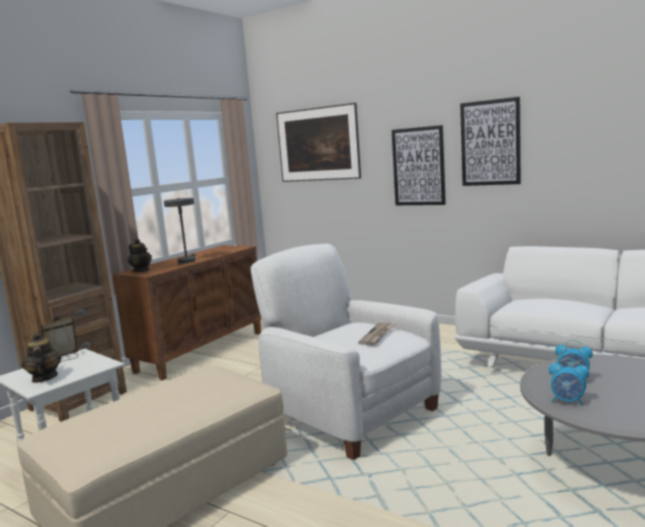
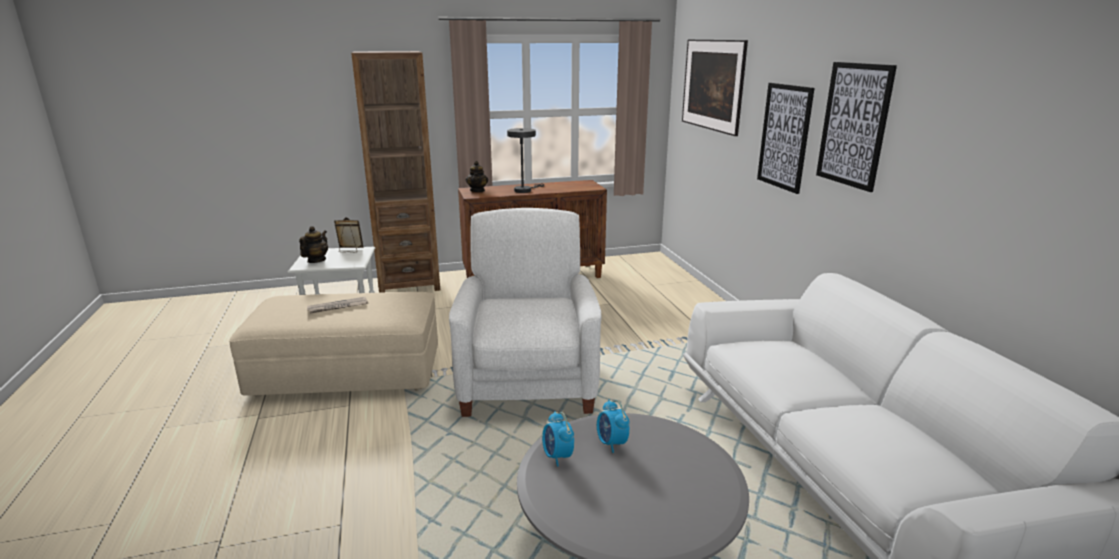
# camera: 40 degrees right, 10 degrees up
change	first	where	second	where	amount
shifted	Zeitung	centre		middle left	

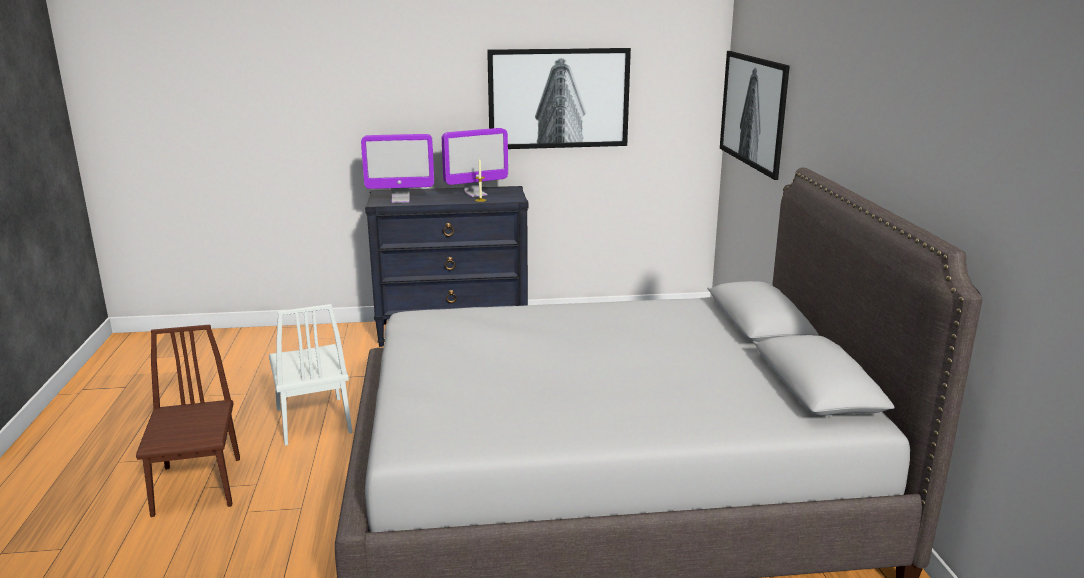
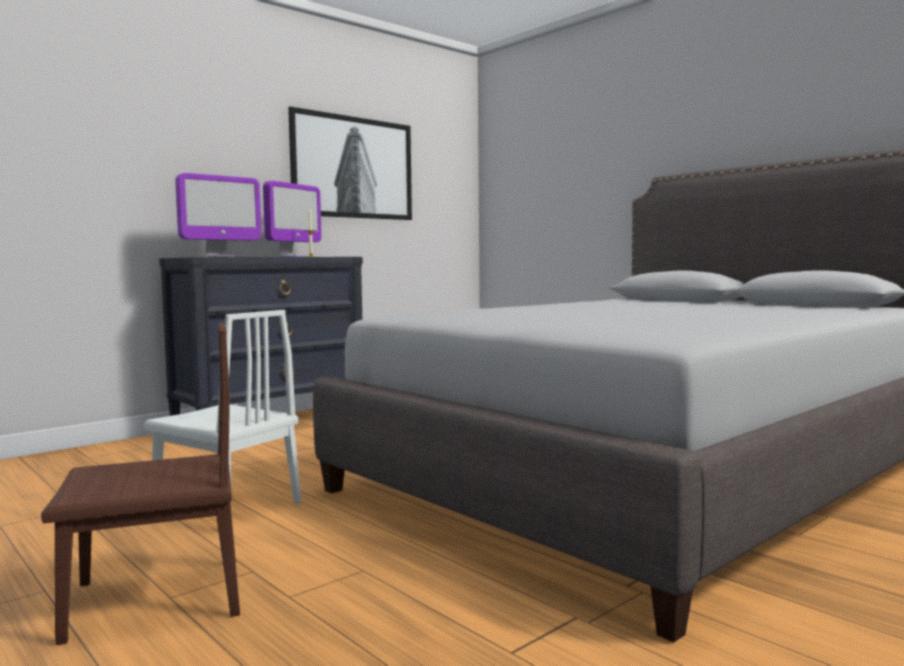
# camera: 35 degrees left, 15 degrees down
change	first	where	second	where	amount
gone	Bild (no. 2 from left)	top right			
rotated	Stuhl [braun]	bottom left		bottom left	120 degrees clockwise

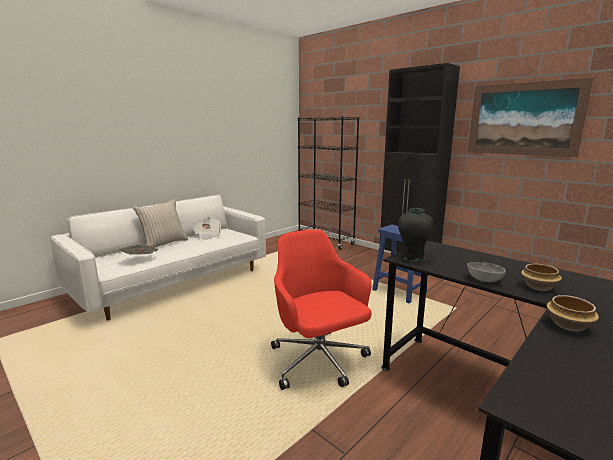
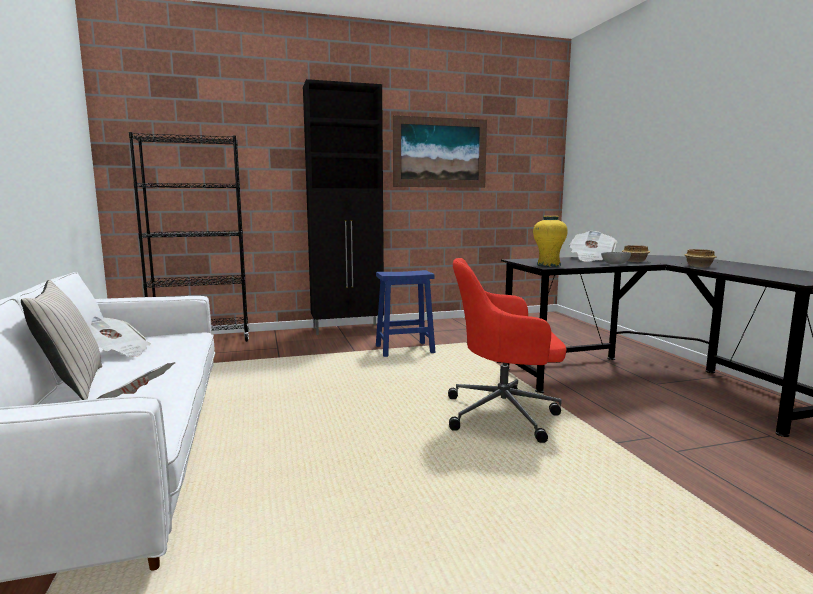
# camera: 60 degrees left, 5 degrees down
change	first	where	second	where	amount
new			Zeitung (no. 3 from left)	middle right	
repainted	Vase [schwarz]	middle right	Vase [gelb]	middle right	

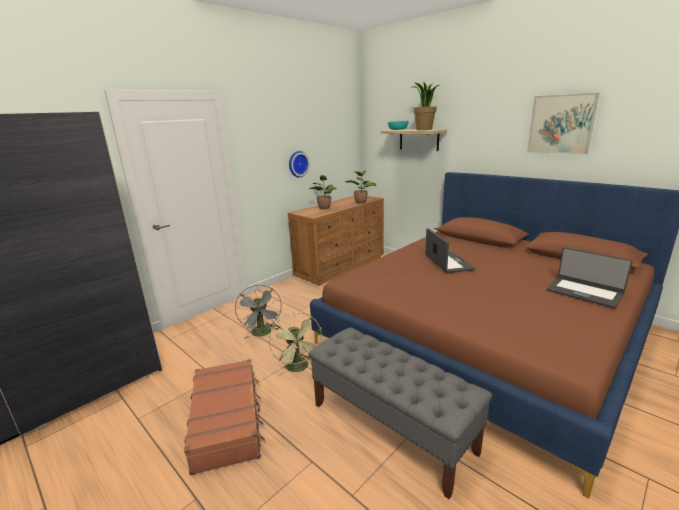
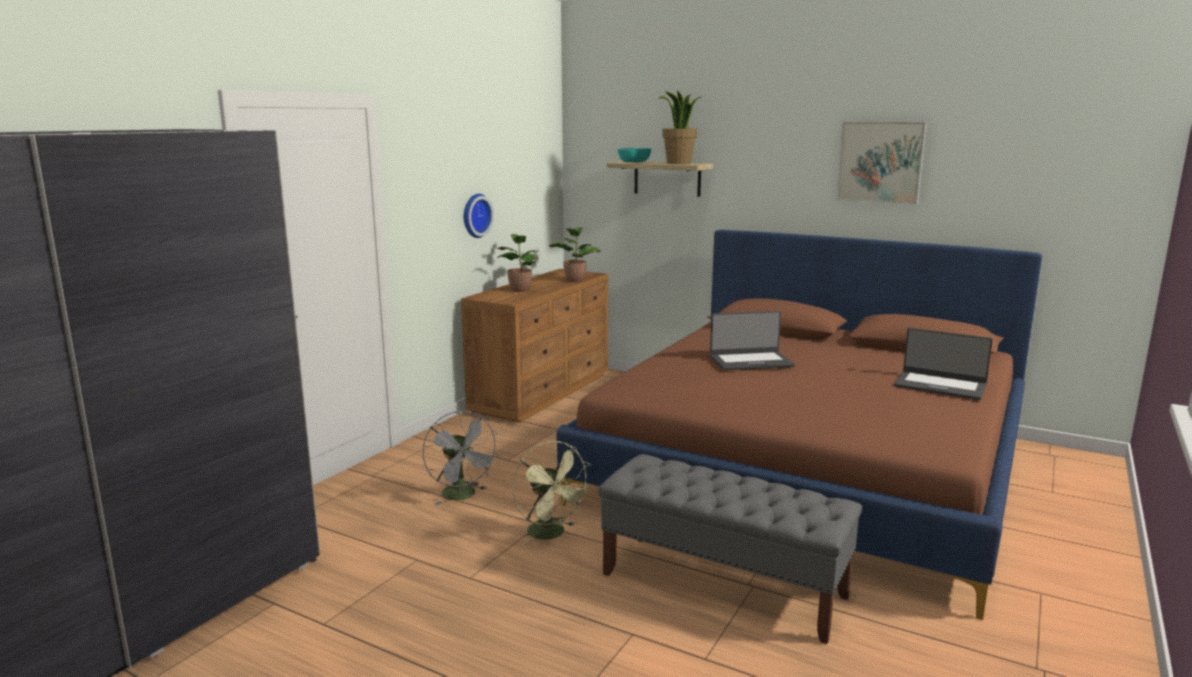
# camera: 15 degrees left, 5 degrees down
change	first	where	second	where	amount
gone	Koffer [braun]	bottom left			
rotated	Laptop (no. 1 from left)	centre		centre	105 degrees clockwise

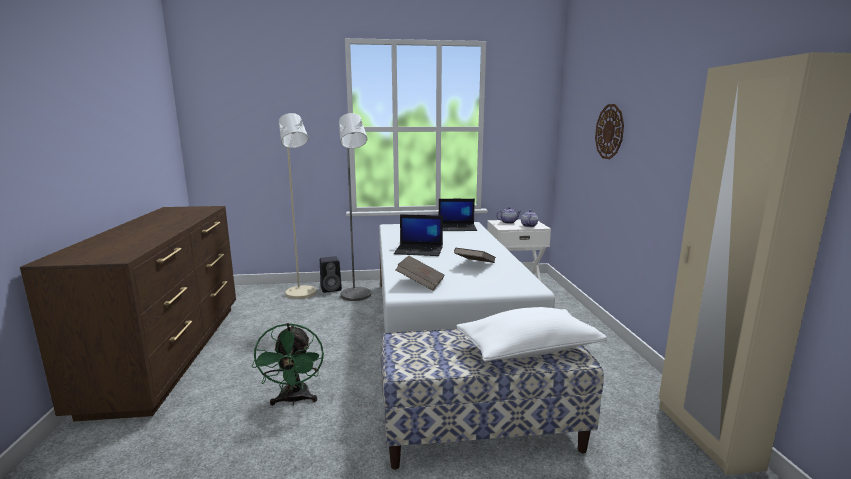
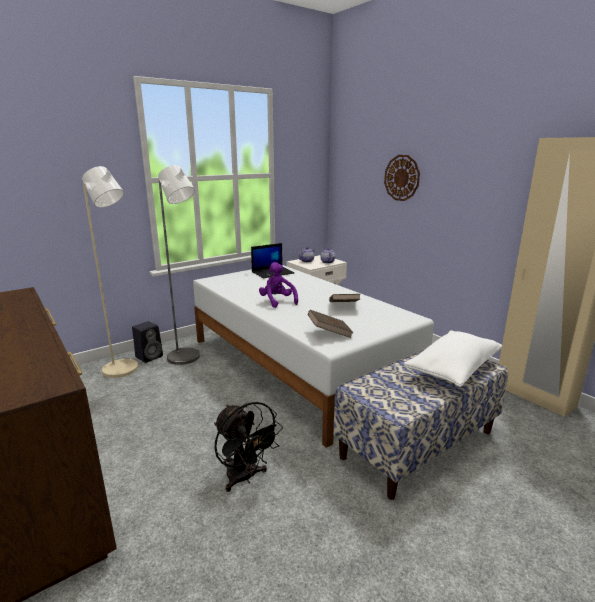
# camera: 30 degrees left, 5 degrees up
change	first	where	second	where	amount
swapped	Laptop (no. 1 from left)	centre	Plüschtier [lila]	centre	
repainted	Ventilator [grün]	bottom centre	Ventilator [schwarz]	bottom centre	

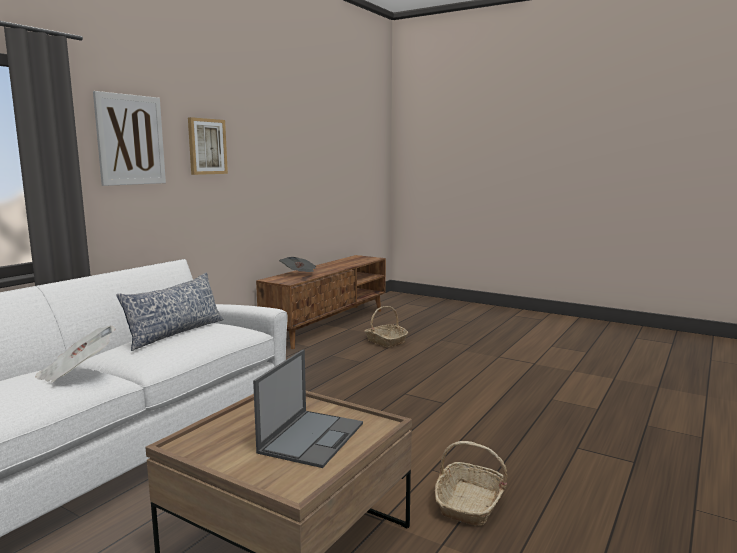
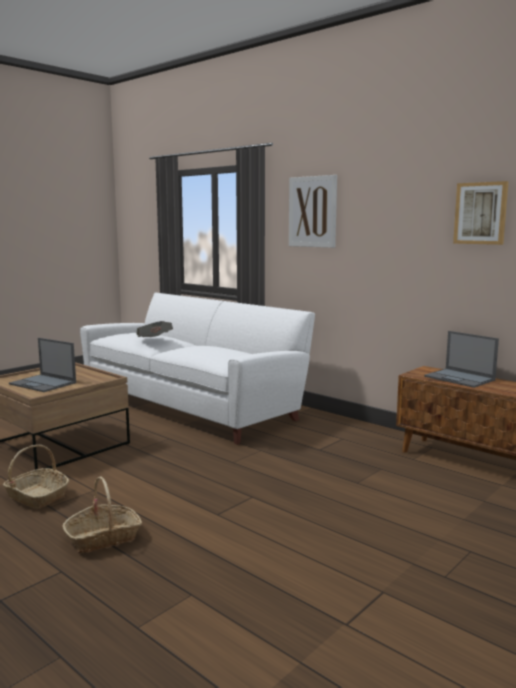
# camera: 100 degrees right, 0 degrees up
change	first	where	second	where	amount
gone	Kissen	middle left			
shifted	Bild (no. 2 from left)	top left		top right	
shifted	Korb (no. 1 from left in the first image)	centre	Korb (no. 2 from left)	bottom left	
swapped	Zeitung (no. 2 from left)	centre	Laptop (no. 2 from left)	middle right	

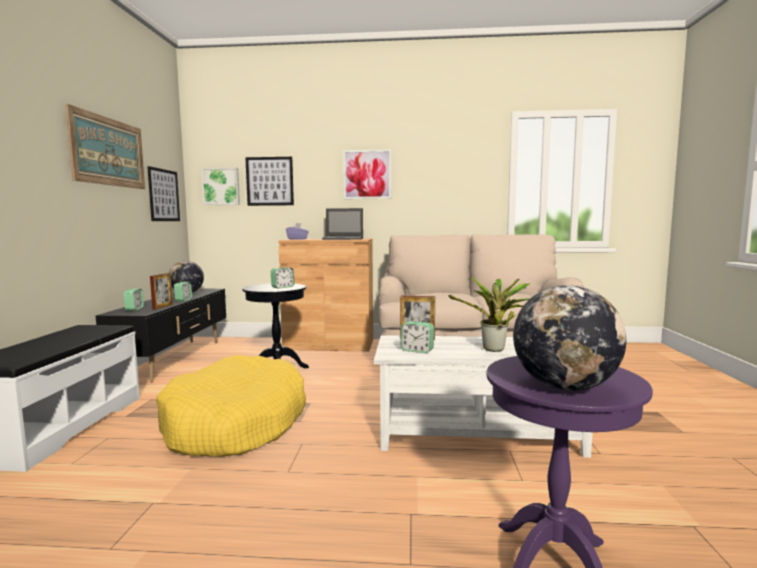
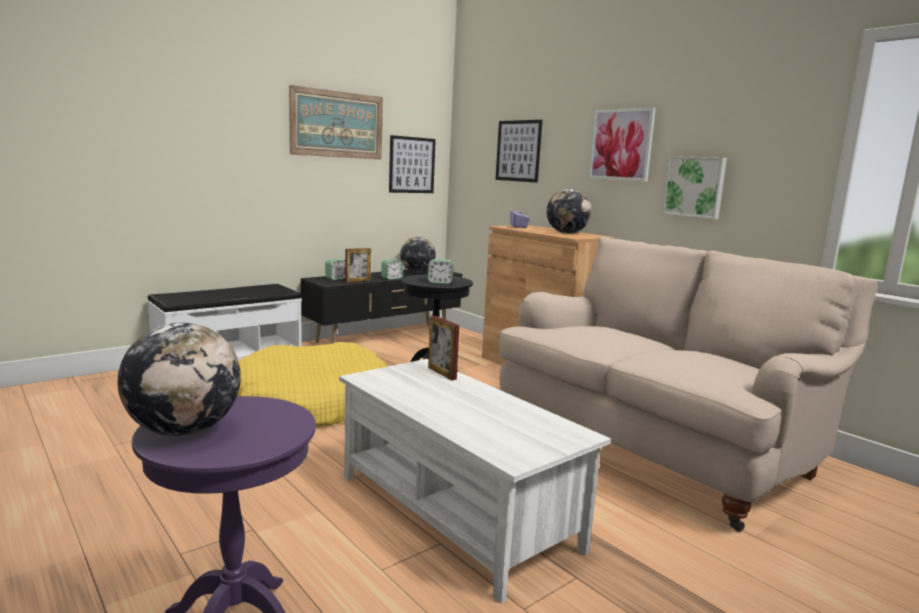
# camera: 45 degrees right, 5 degrees up
change	first	where	second	where	amount
gone	Wecker (no. 4 from left)	centre			
gone	Topfpflanze	centre			
shifted	Bild (no. 3 from left in the first image)	top left	Bild (no. 5 from left)	top right	
swapped	Laptop	centre	Globus (no. 3 from left)	centre	

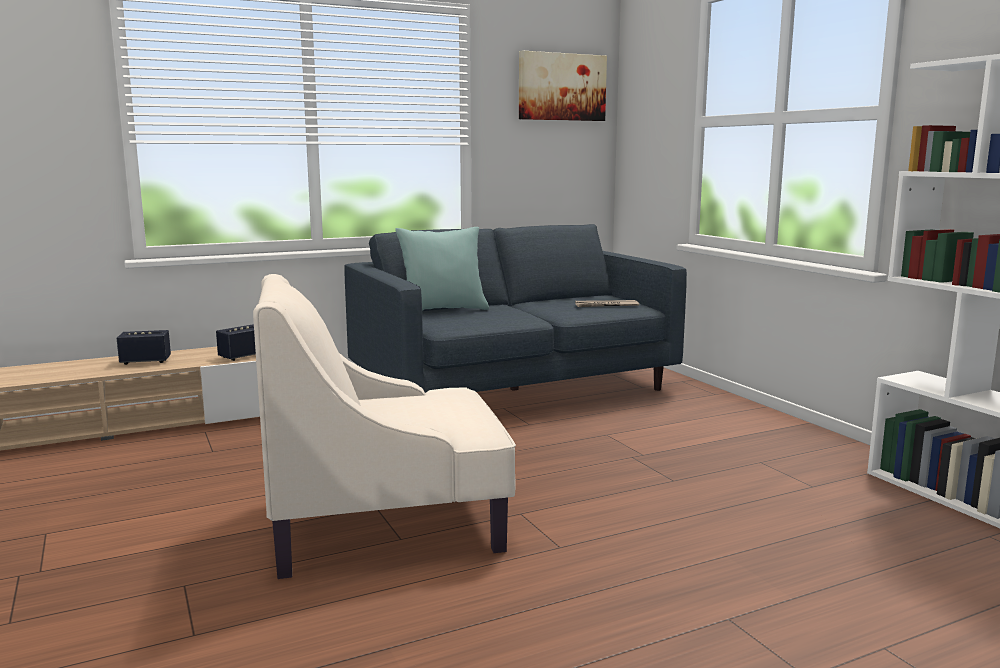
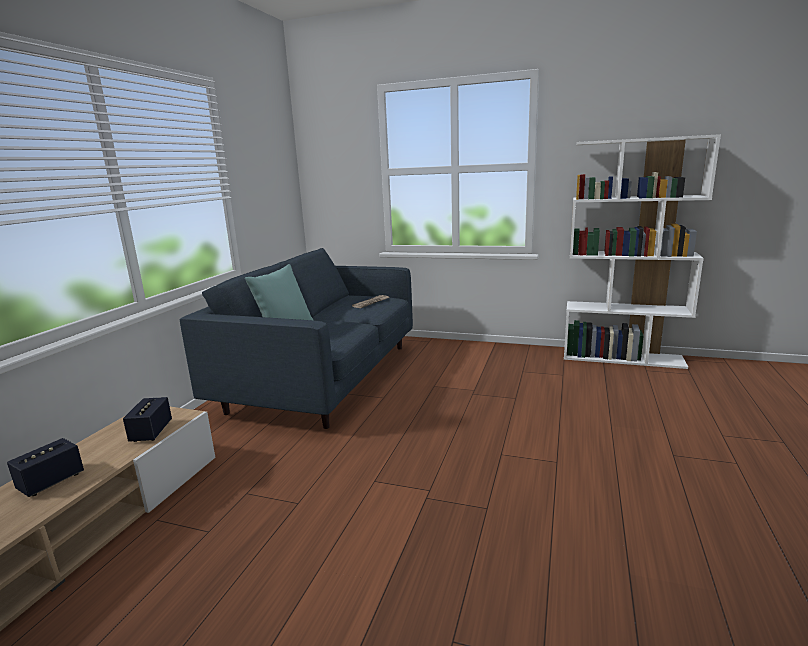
# camera: 45 degrees left, 5 degrees up
change	first	where	second	where	amount
gone	Sessel [beige]	centre			
gone	Bild	top centre			

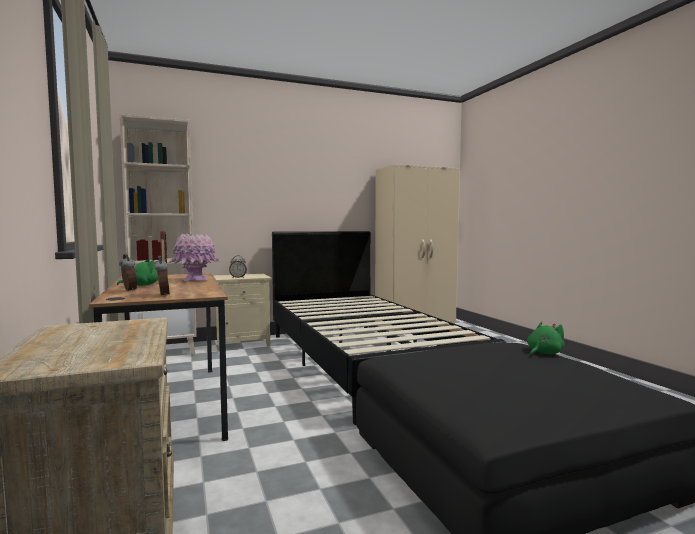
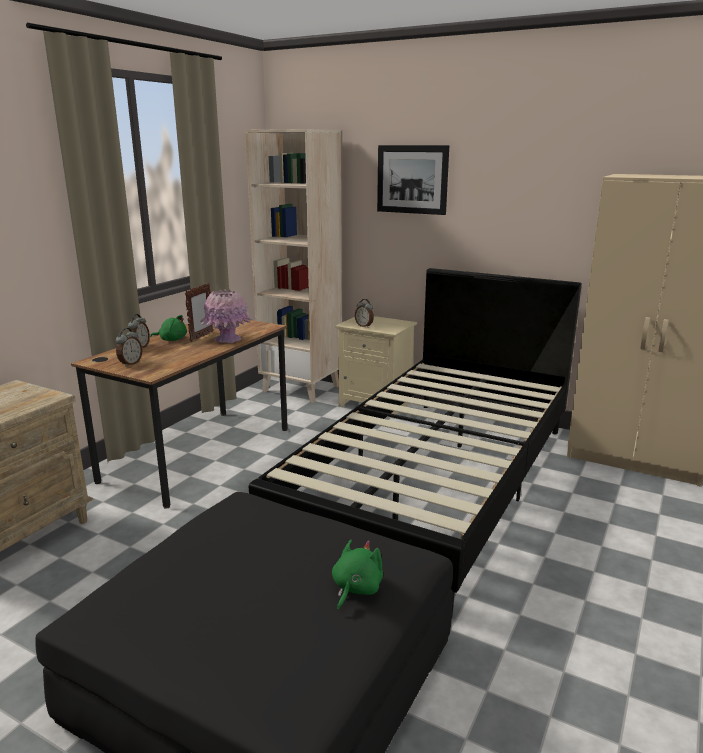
# camera: 50 degrees right, 15 degrees up
change	first	where	second	where	amount
new			Bild	top centre	
rotated	Plüschtier [grün] (no. 2 from left)	middle right		bottom centre	75 degrees counterclockwise

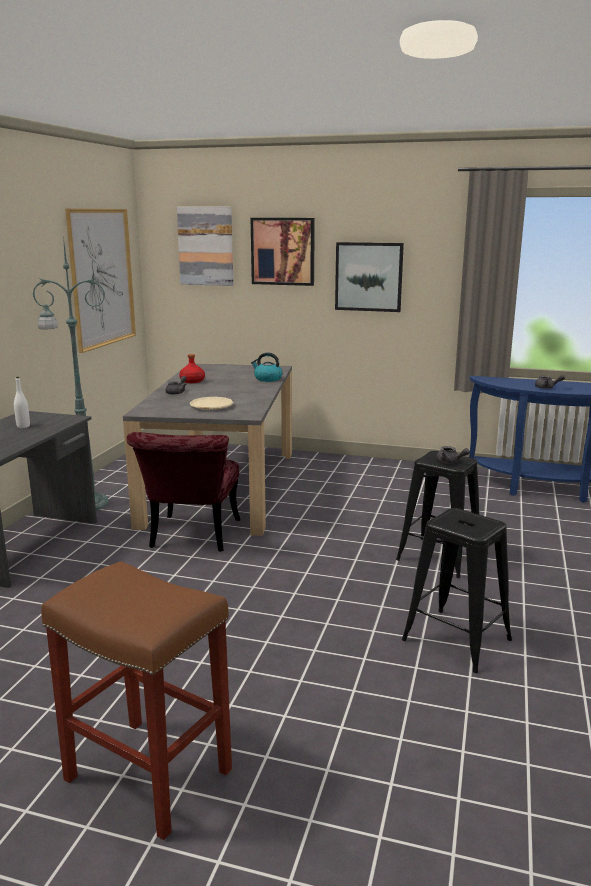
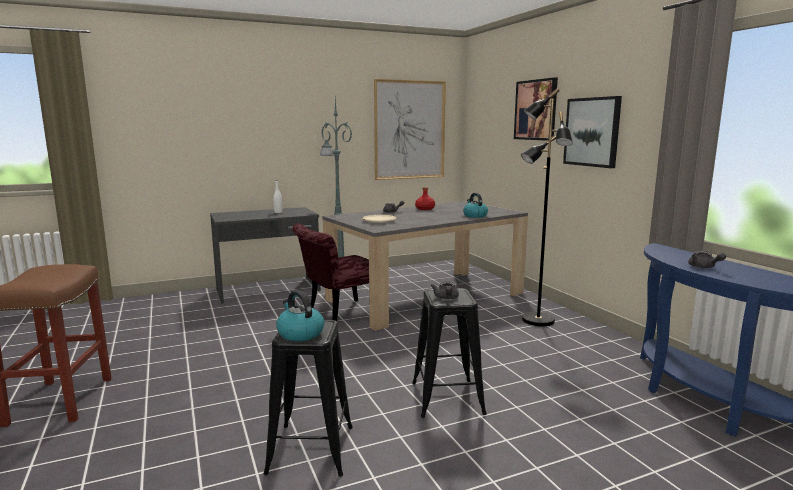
# camera: 50 degrees right, 5 degrees down
change	first	where	second	where	amount
gone	Bild (no. 2 from left)	top centre			
new			Wasserkessel (no. 1 from left)	centre	
new			Stehlampe [schwarz]	middle right	

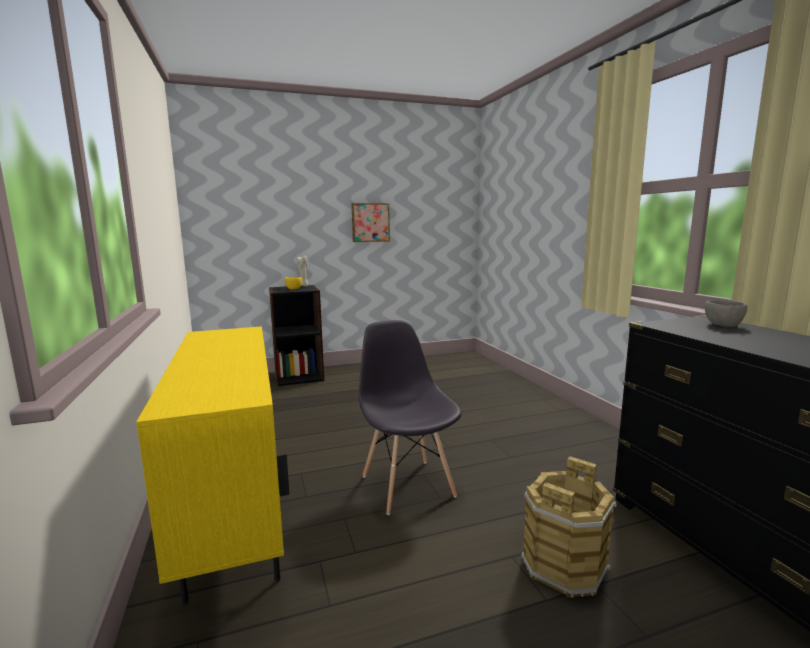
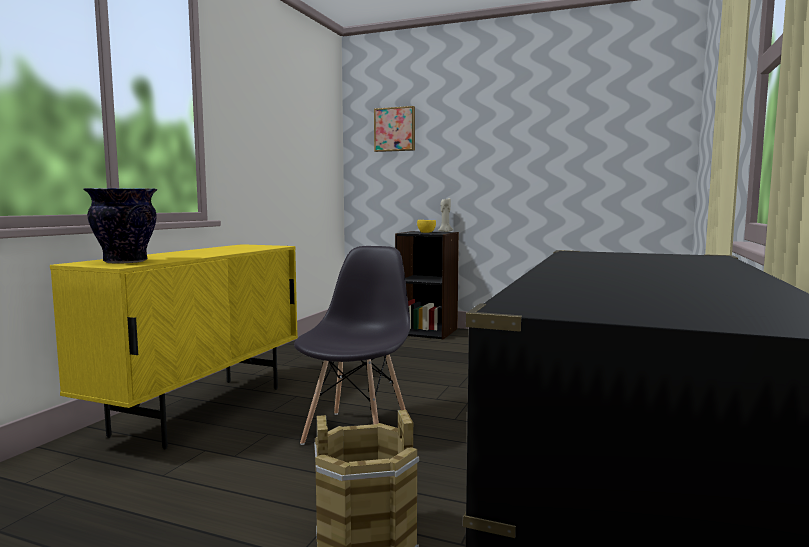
# camera: 40 degrees right, 5 degrees down
change	first	where	second	where	amount
gone	Schüssel [grau]	middle right			
new			Vase	middle left	
shifted	Bild	centre		top centre	

